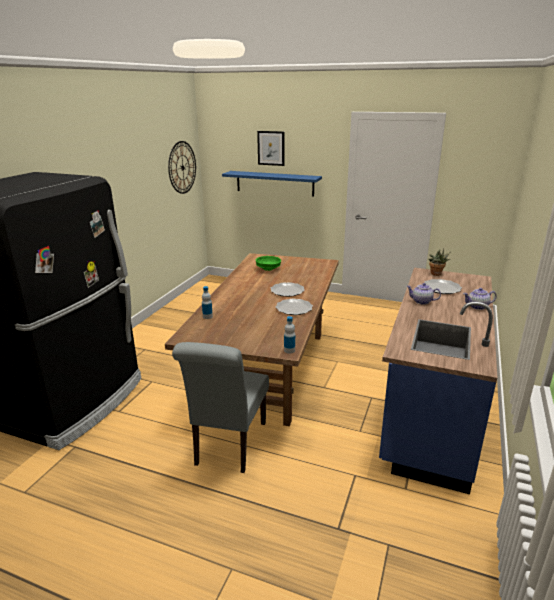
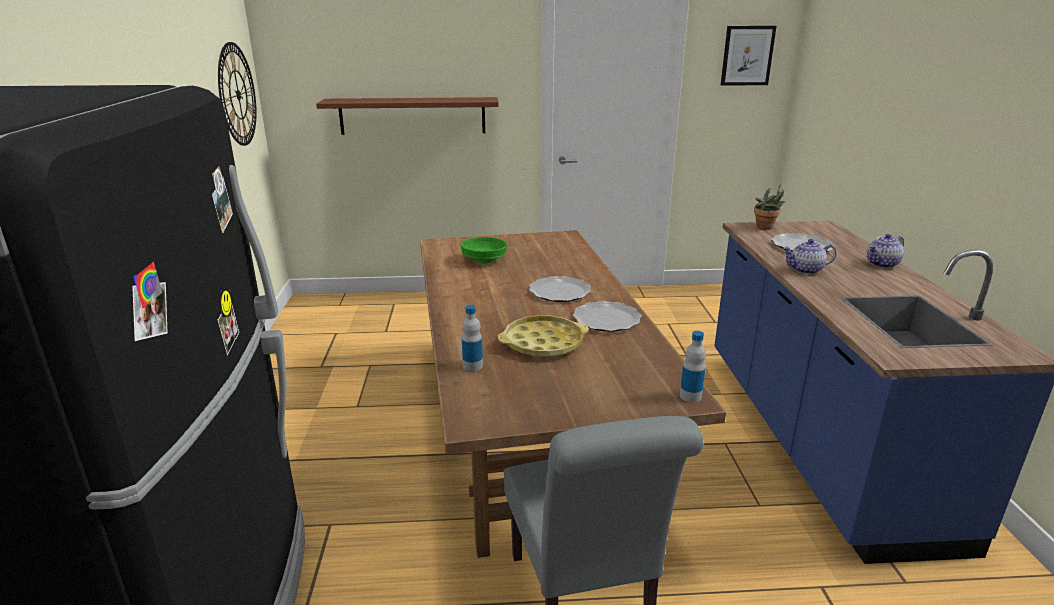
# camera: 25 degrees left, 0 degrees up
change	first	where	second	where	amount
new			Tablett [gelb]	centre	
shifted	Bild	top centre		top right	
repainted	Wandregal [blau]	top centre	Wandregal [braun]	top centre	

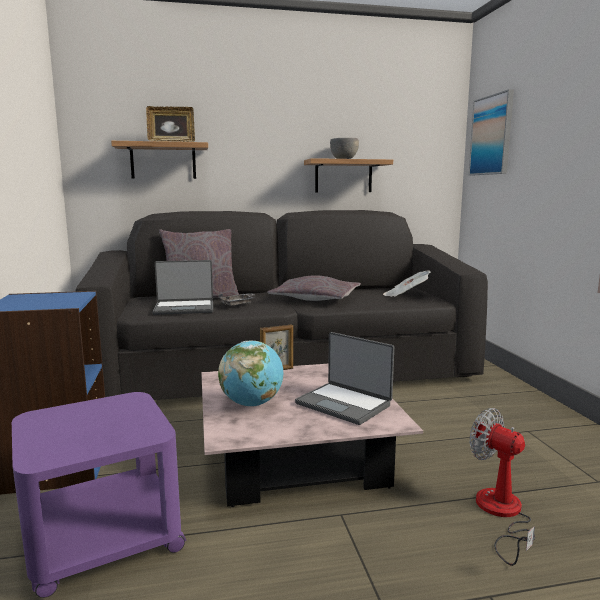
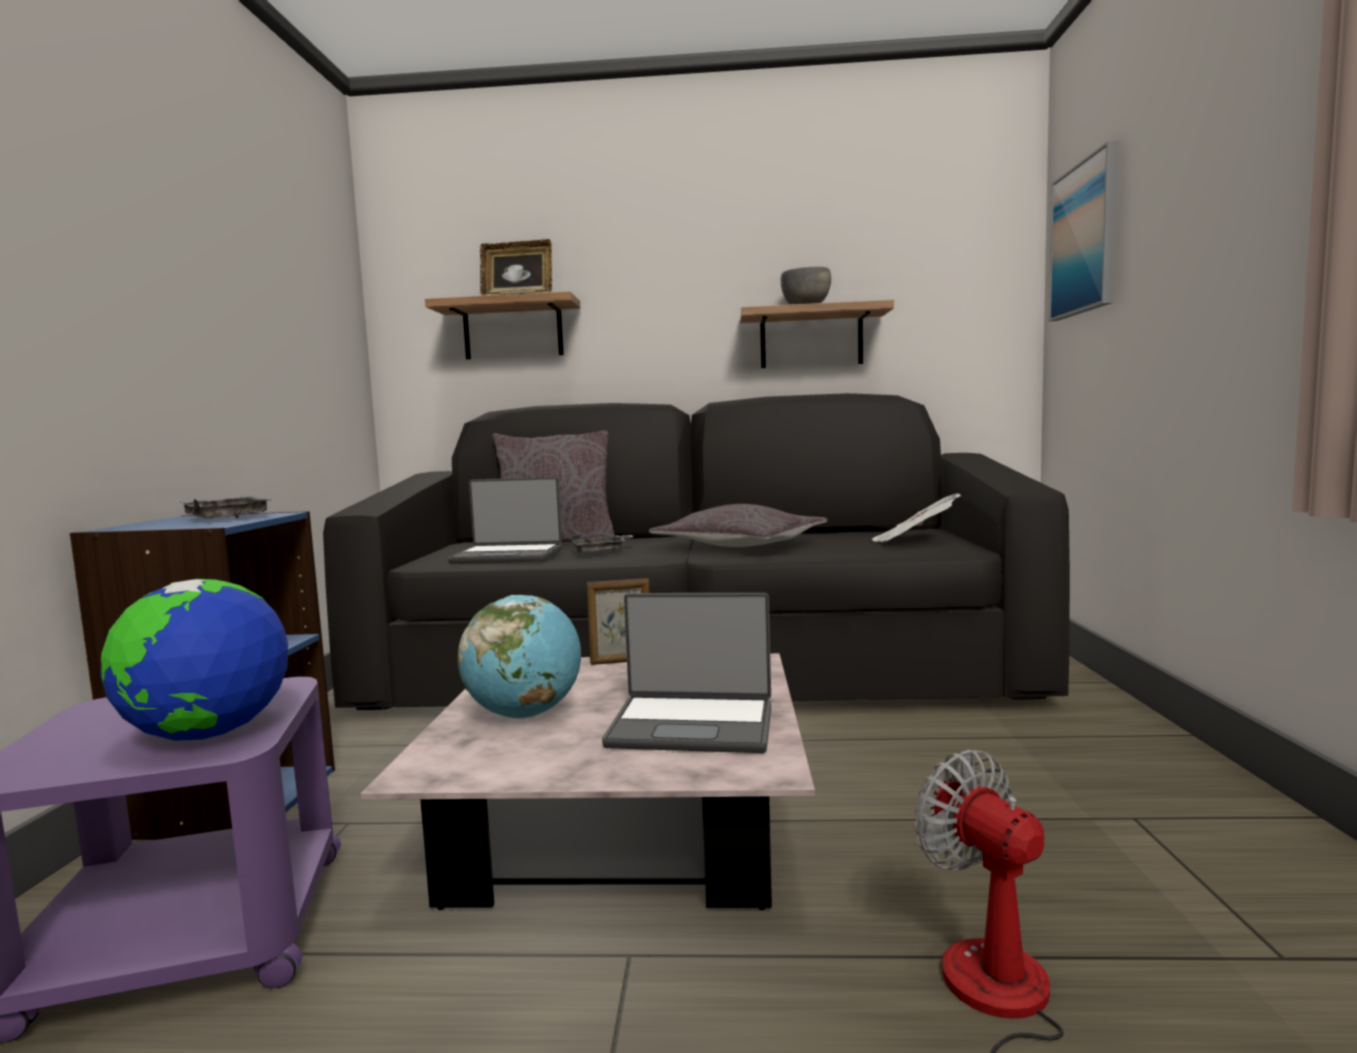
# camera: 15 degrees right, 5 degrees down
change	first	where	second	where	amount
new			Globus (no. 1 from left)	middle left	
new			Tablett [grau] (no. 1 from left)	middle left	
rotated	Laptop (no. 2 from left)	centre		centre	45 degrees counterclockwise

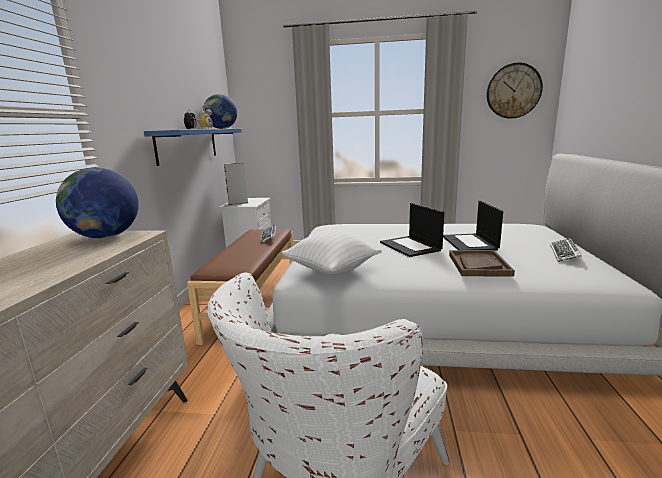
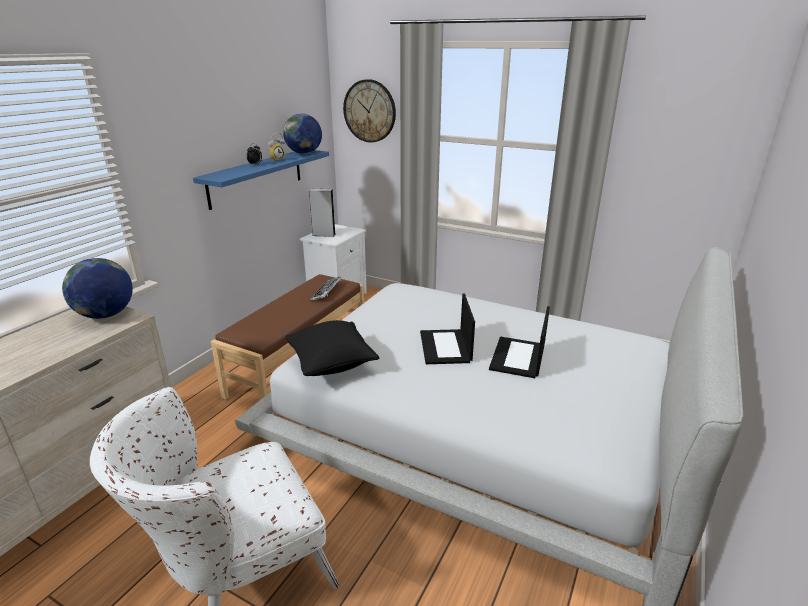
# camera: 20 degrees right, 10 degrees up
change	first	where	second	where	amount
gone	Tablett [braun]	middle right			
gone	Tastatur (no. 2 from left)	middle right			
shifted	Wanduhr	top right		top centre	
repainted	Kissen [weiß]	centre	Kissen [schwarz]	centre	

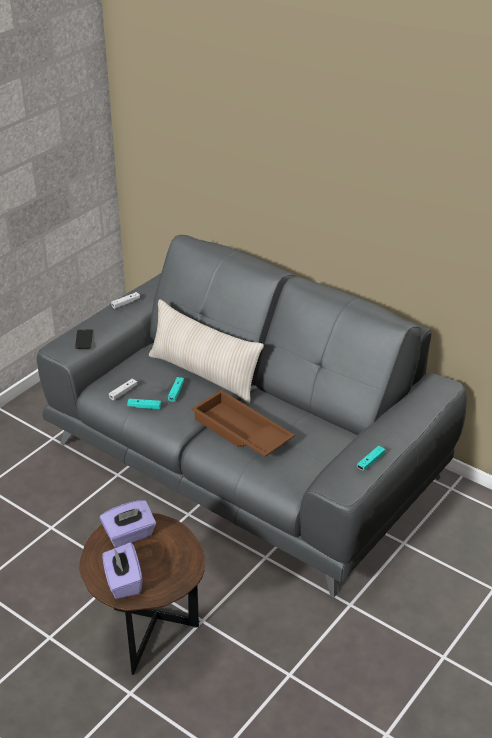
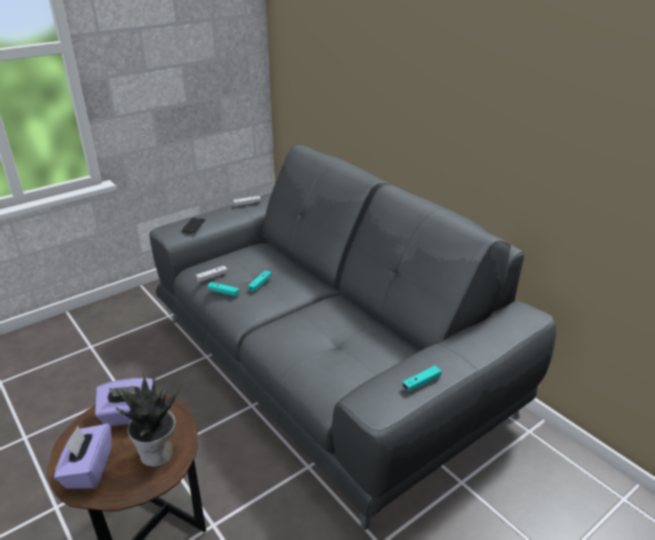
# camera: 15 degrees right, 5 degrees down
change	first	where	second	where	amount
gone	Kissen [beige]	centre			
gone	Tablett [braun]	centre			
new			Topfpflanze	bottom left	

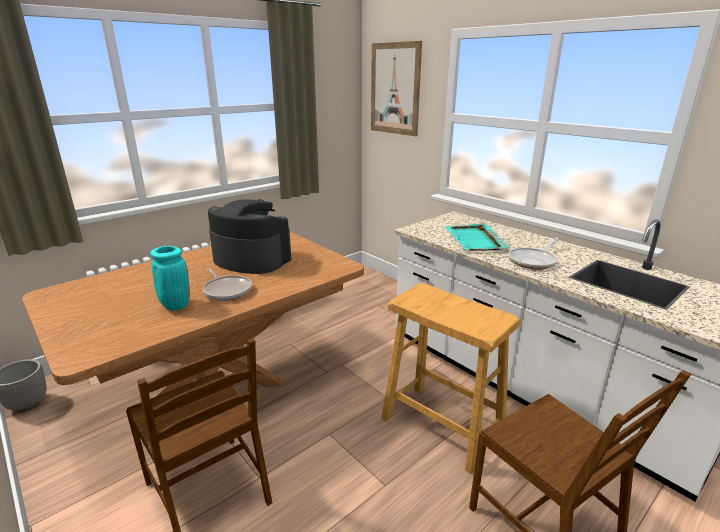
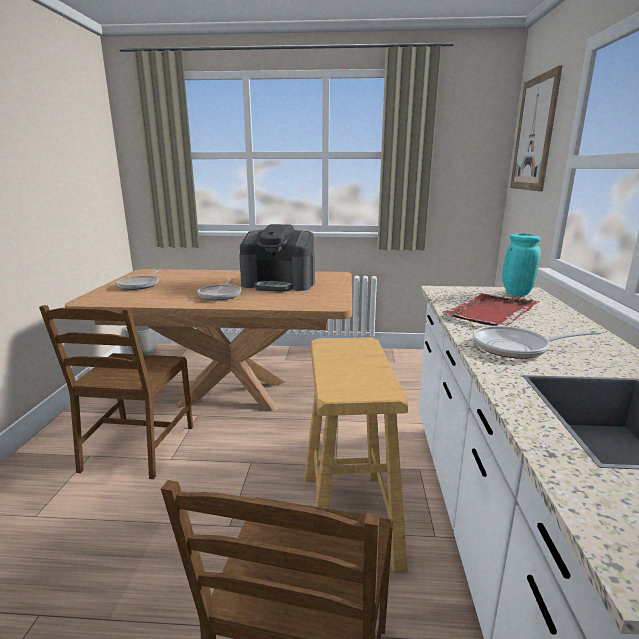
# camera: 45 degrees right, 5 degrees down
change	first	where	second	where	amount
new			Pfanne (no. 1 from left)	middle left	
shifted	Vase [türkis]	middle left		middle right	
repainted	Tablett [türkis]	centre	Tablett [rot]	middle right	
rotated	Kaffeemaschine	centre		centre	120 degrees clockwise

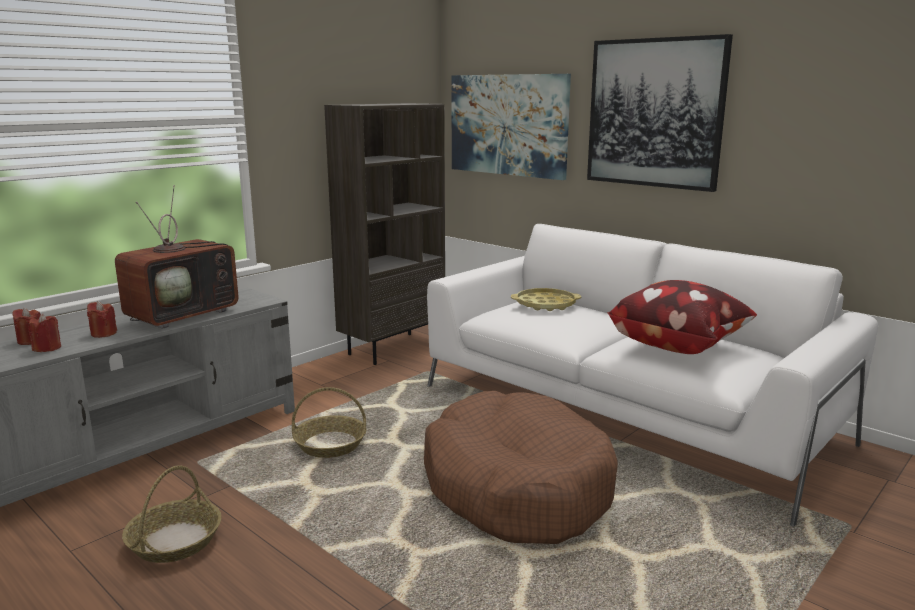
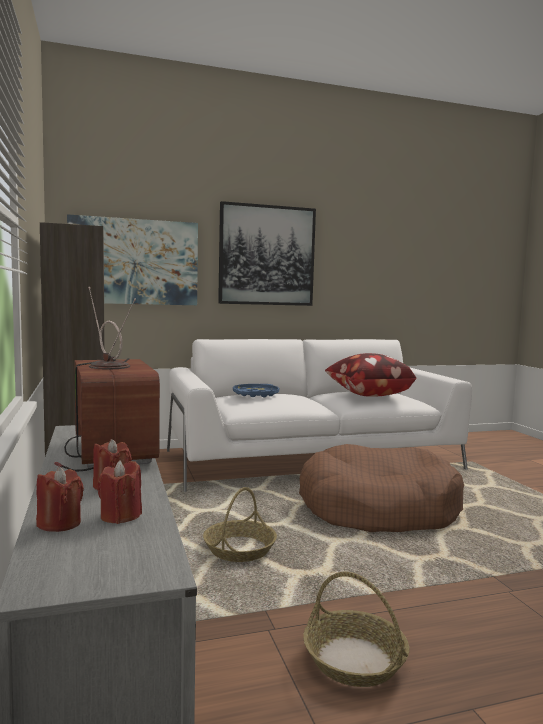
# camera: 60 degrees left, 10 degrees down
change	first	where	second	where	amount
repainted	Tablett [gelb]	centre	Tablett [blau]	centre	

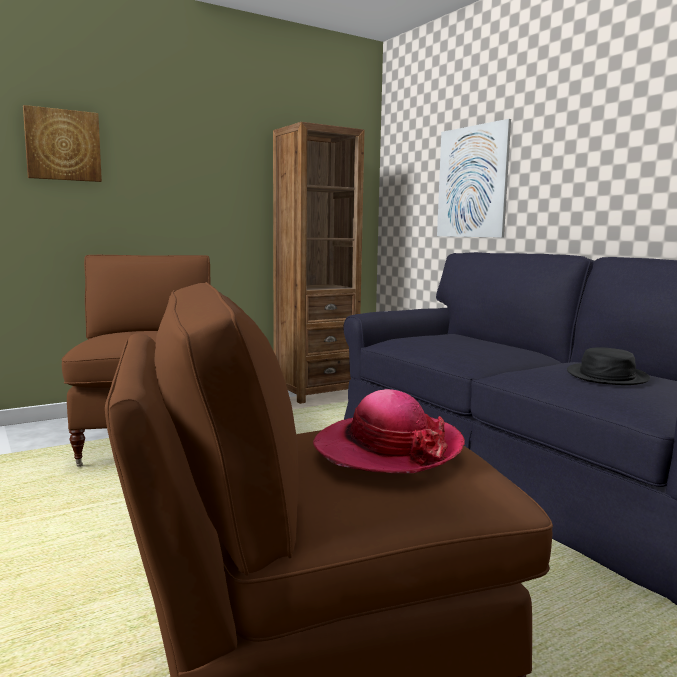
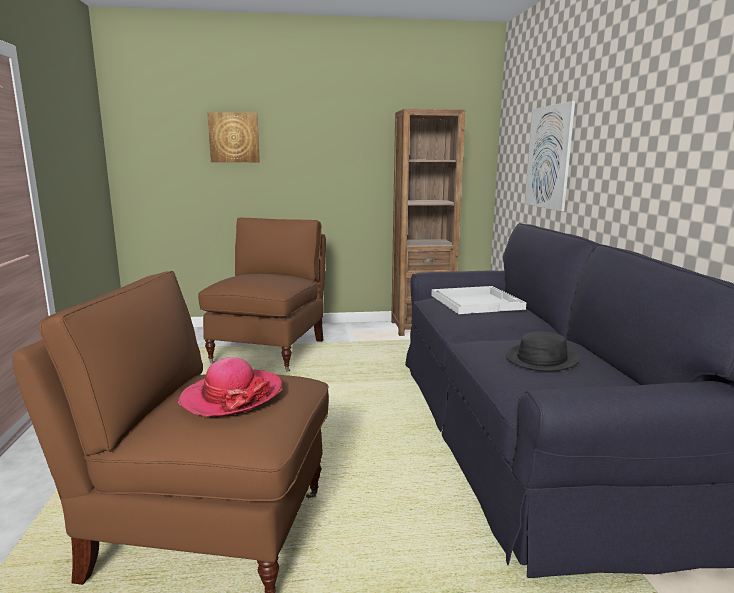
# camera: 25 degrees right, 5 degrees up
change	first	where	second	where	amount
new			Tablett [weiß]	centre	

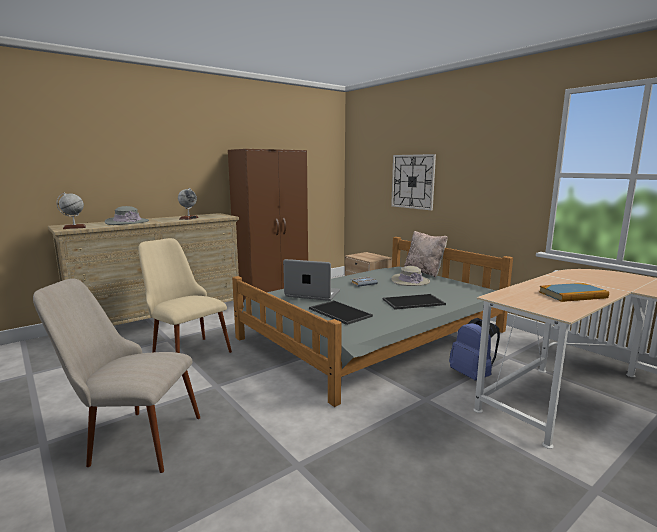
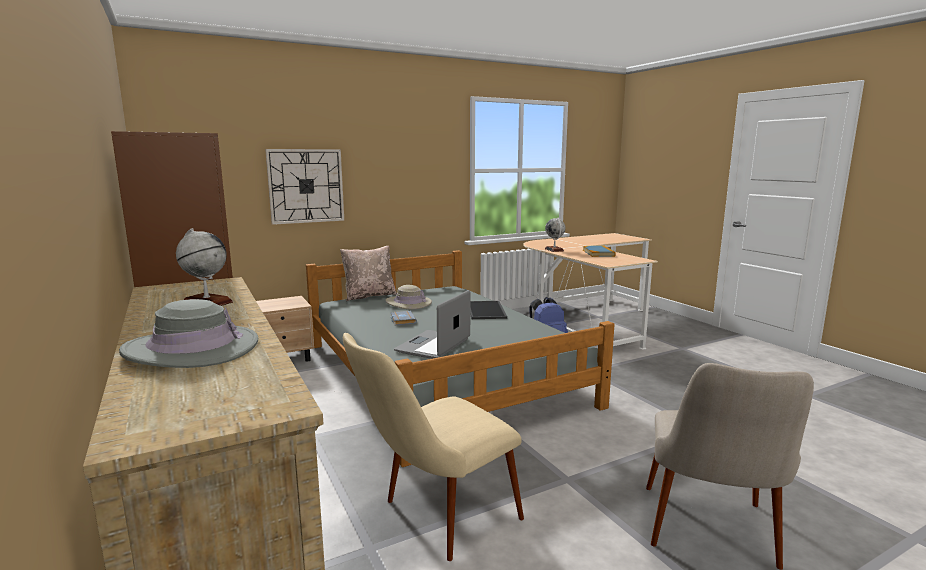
# camera: 80 degrees left, 0 degrees up
change	first	where	second	where	amount
gone	Tablett (no. 1 from left)	centre			
shifted	Globus (no. 1 from left in the first image)	middle left	Globus (no. 2 from left)	centre	

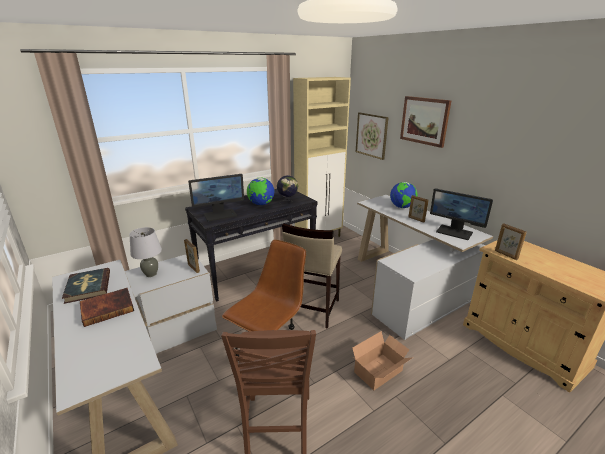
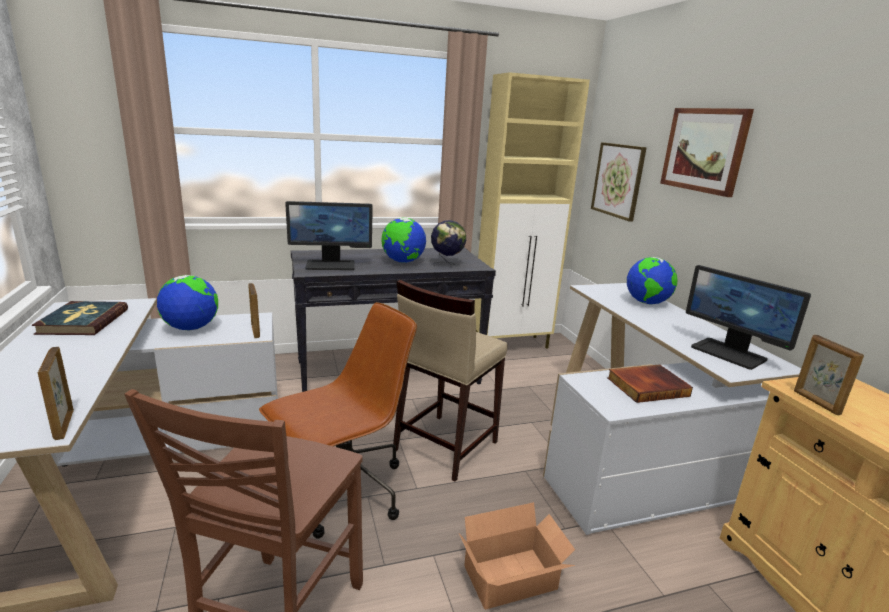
# camera: 15 degrees right, 5 degrees down
change	first	where	second	where	amount
shifted	Buch (no. 2 from left)	bottom left		middle right	
shifted	Bilderrahmen (no. 2 from left in the first image)	middle right	Bilderrahmen (no. 1 from left)	middle left	
swapped	Tischlampe [grau]	middle left	Globus (no. 1 from left)	middle left	

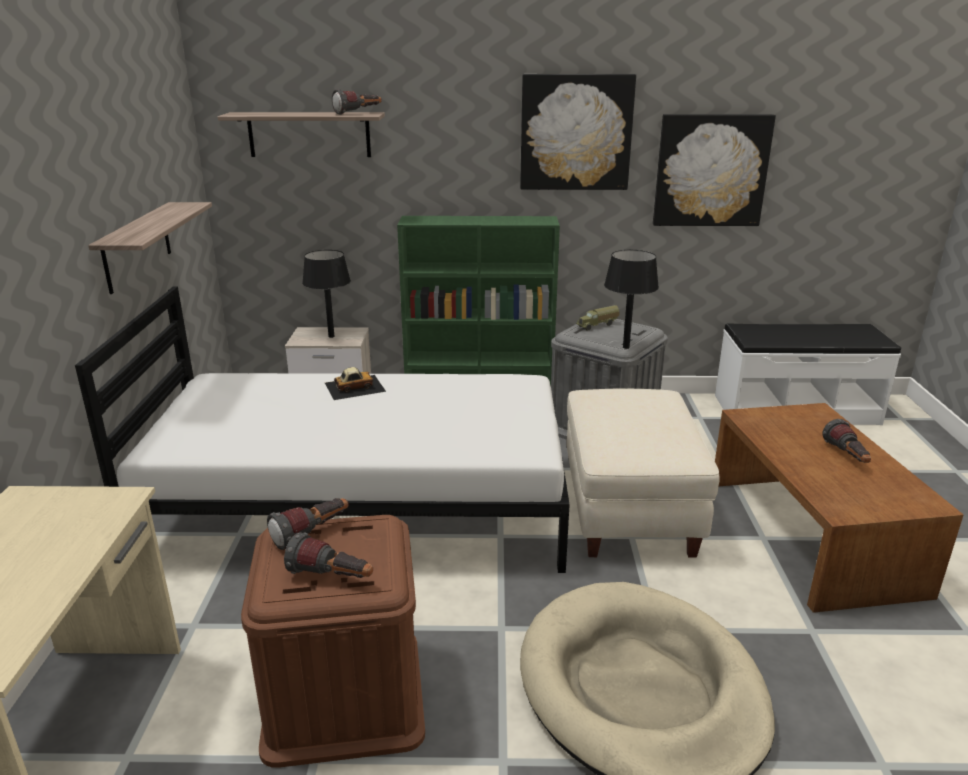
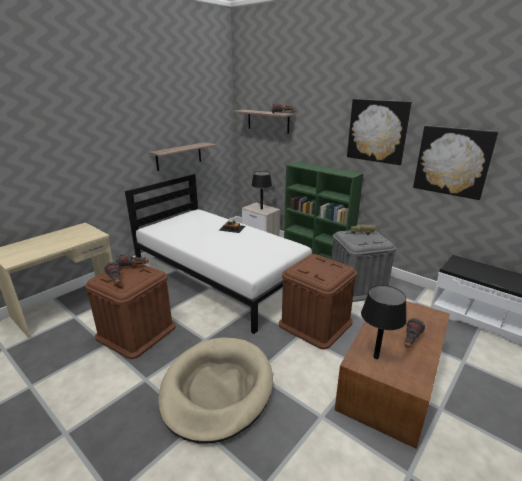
# camera: 40 degrees right, 0 degrees up
change	first	where	second	where	amount
shifted	Tischlampe [schwarz] (no. 2 from left)	centre		bottom right	
swapped	Polsterhocker [beige]	centre	Aufbewahrungsbox [braun] (no. 2 from left)	centre	

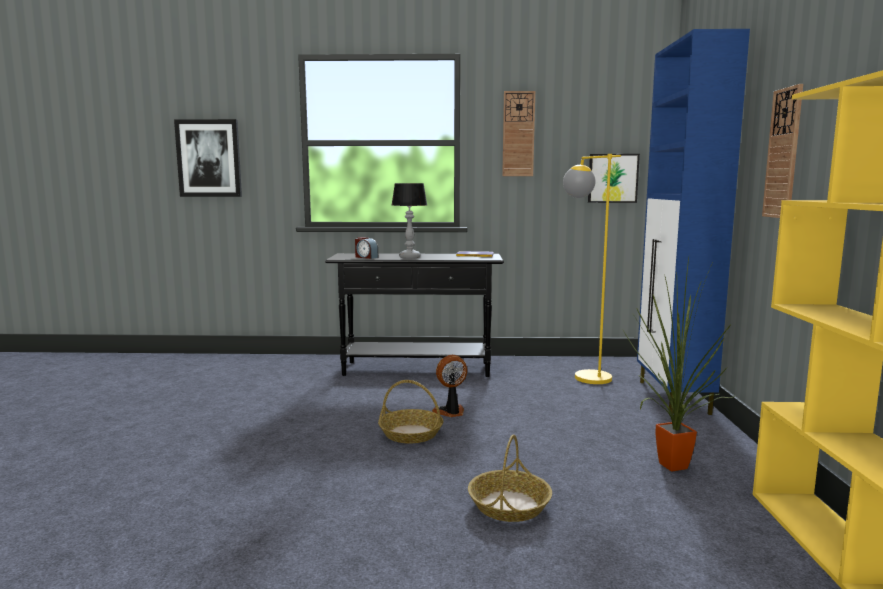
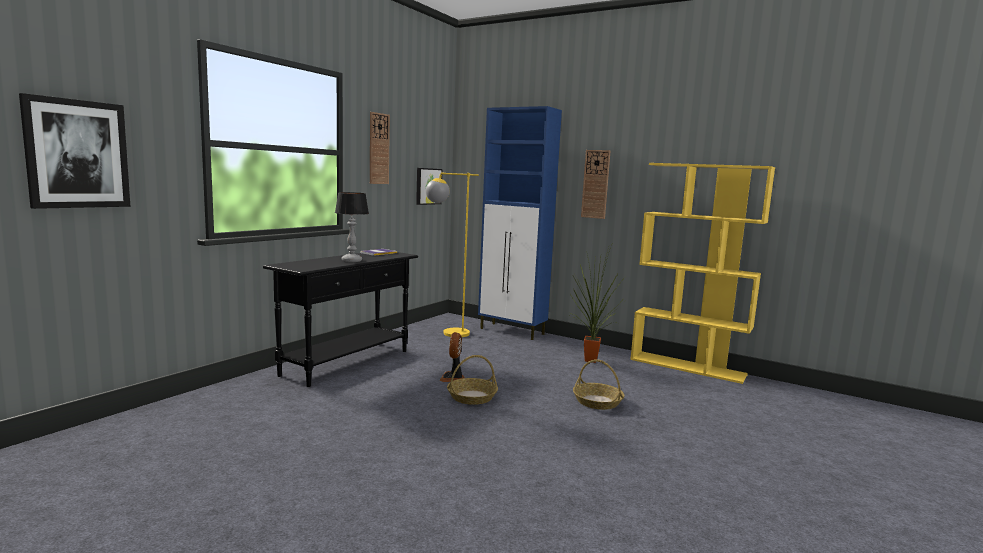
# camera: 60 degrees left, 0 degrees up
change	first	where	second	where	amount
gone	Wecker	centre			

